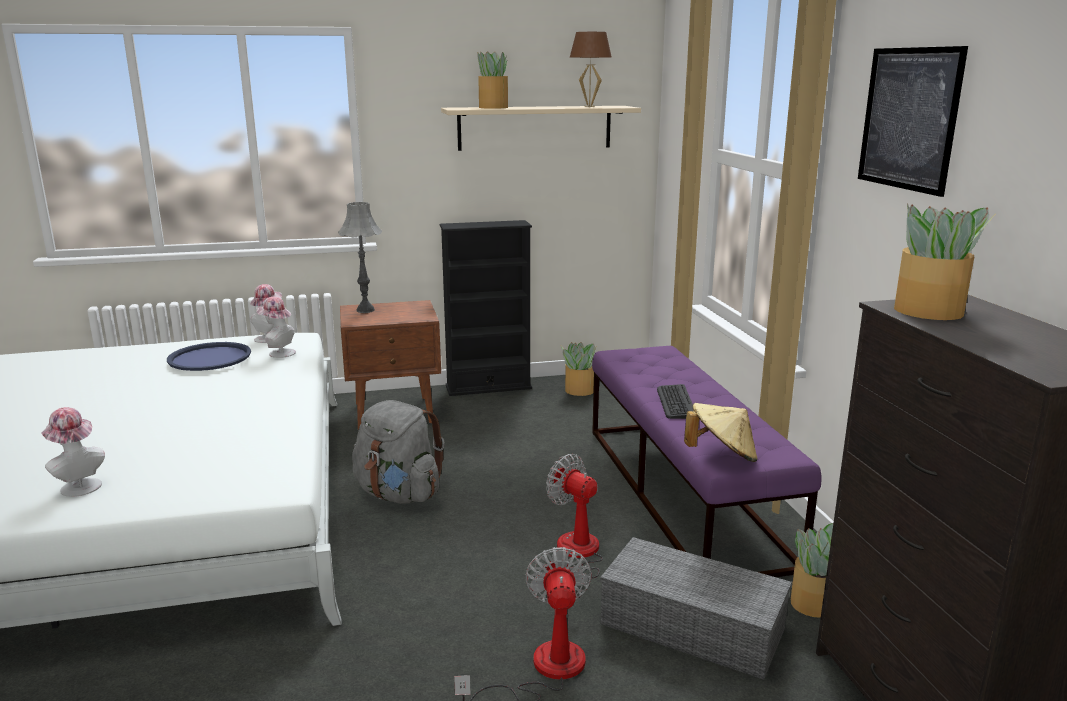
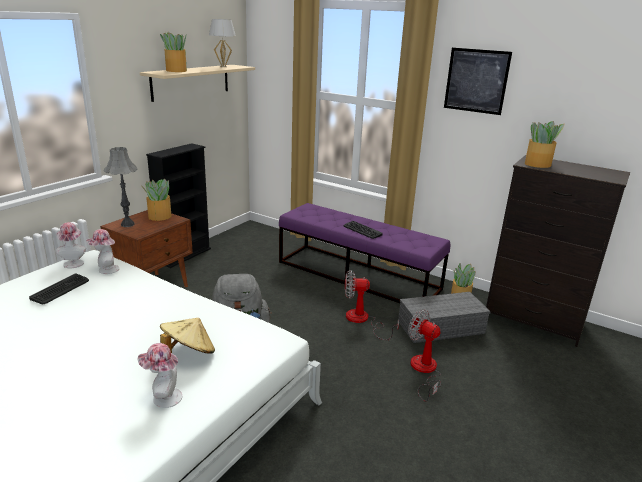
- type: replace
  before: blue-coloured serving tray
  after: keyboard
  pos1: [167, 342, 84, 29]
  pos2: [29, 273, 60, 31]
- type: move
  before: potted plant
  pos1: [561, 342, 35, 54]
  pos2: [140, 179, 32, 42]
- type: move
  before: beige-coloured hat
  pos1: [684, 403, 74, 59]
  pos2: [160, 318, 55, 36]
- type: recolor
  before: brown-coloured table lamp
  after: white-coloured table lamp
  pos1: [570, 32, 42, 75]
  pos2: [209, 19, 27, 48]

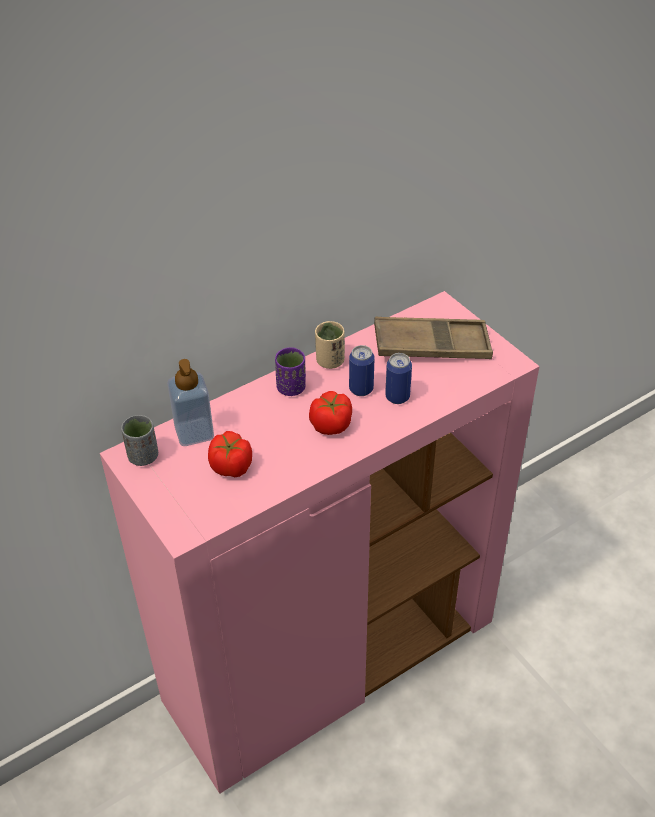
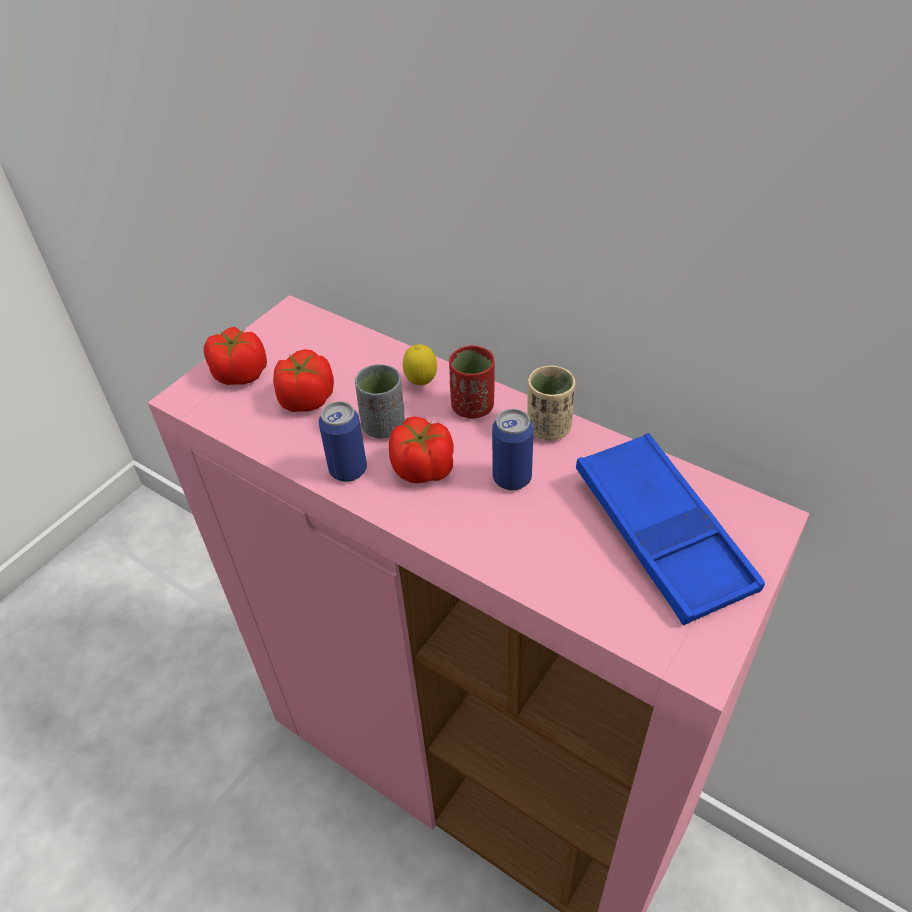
- type: insert
  after: tomato
  pos2: [204, 327, 63, 58]
- type: move
  before: can
  pos1: [385, 353, 27, 51]
  pos2: [319, 401, 48, 81]
- type: move
  before: greyish drinking cup
  pos1: [121, 415, 37, 51]
  pos2: [354, 364, 51, 74]
- type: insert
  after: citrus fruit
  pos2: [403, 344, 34, 41]
- type: recolor
  before: purple-coloured drinking cup
  after: reddish drinking cup
  pos1: [275, 347, 31, 49]
  pos2: [449, 345, 46, 74]
- type: recolor
  before: brown-coloured serving tray
  after: blue-coloured serving tray
  pos1: [374, 317, 119, 42]
  pos2: [576, 433, 189, 192]
- type: delete
  before: soap dispenser
  pos1: [167, 359, 47, 87]

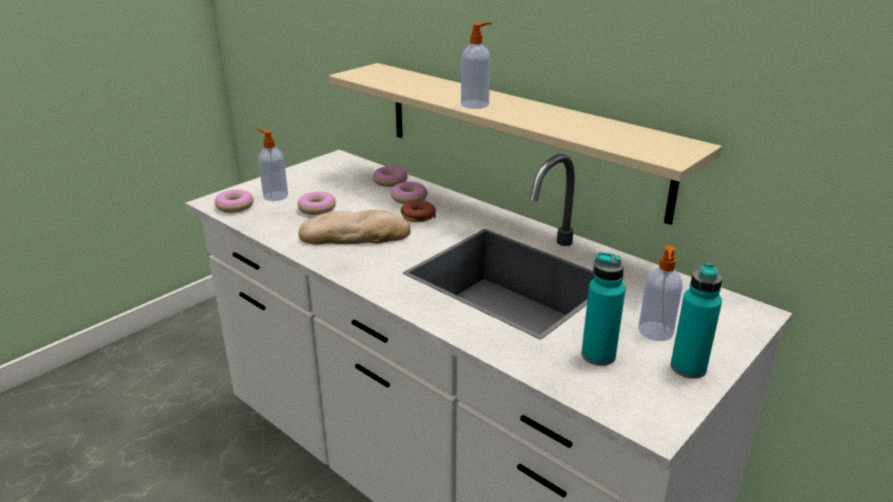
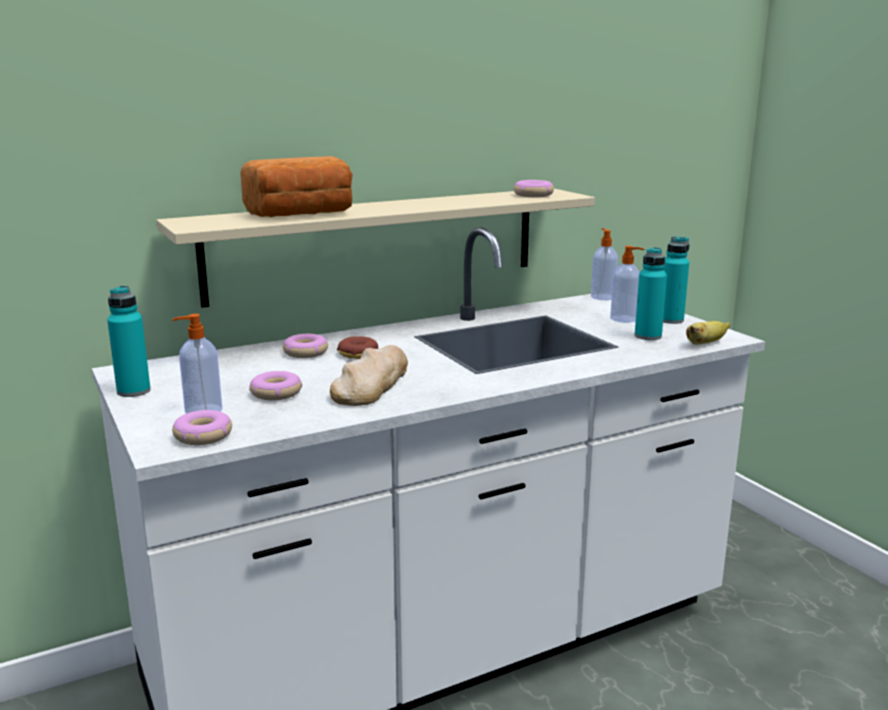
- type: insert
  after: turquoise bottle
  pos2: [107, 286, 44, 111]
- type: insert
  after: bakery bread
  pos2: [240, 156, 113, 61]
- type: move
  before: doughnut
  pos1: [373, 166, 35, 21]
  pos2: [514, 180, 40, 17]
- type: move
  before: soap dispenser
  pos1: [461, 22, 31, 87]
  pos2: [591, 228, 27, 72]
- type: insert
  after: banana
  pos2: [686, 321, 44, 24]

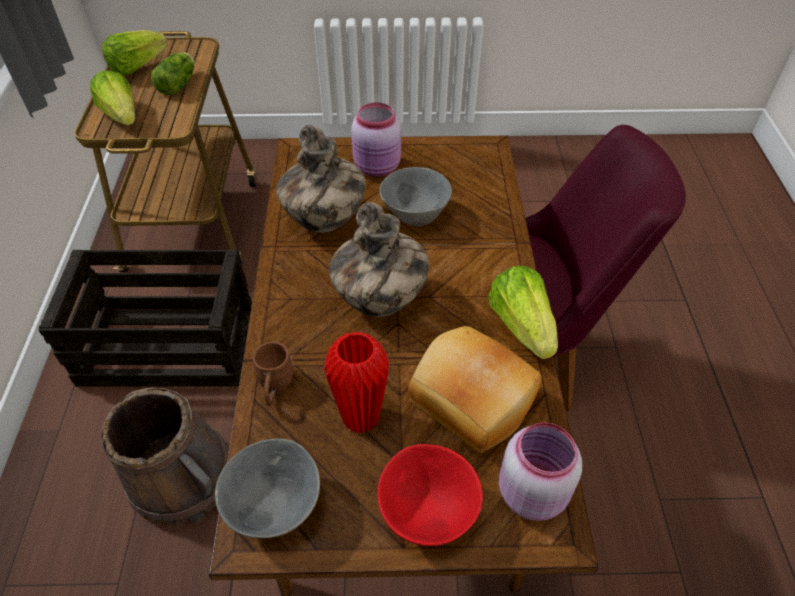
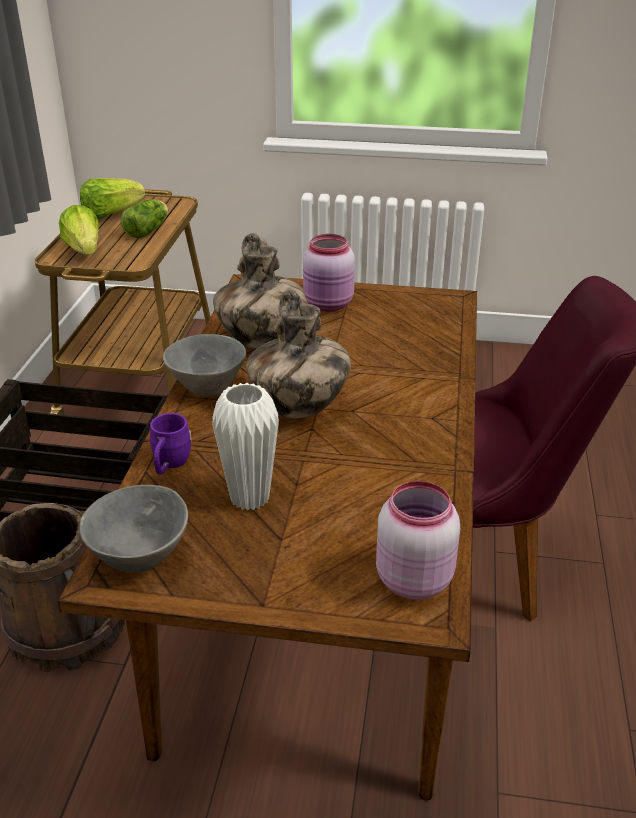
- type: recolor
  before: brown-coloured coffee mug
  after: purple-coloured coffee mug
  pos1: [253, 342, 41, 64]
  pos2: [150, 413, 42, 61]
- type: move
  before: greyish serving bowl
  pos1: [379, 167, 73, 59]
  pos2: [163, 334, 83, 63]
- type: recolor
  before: reddish flower vase
  after: white-coloured flower vase
  pos1: [324, 331, 65, 103]
  pos2: [212, 383, 67, 128]
- type: delete
  before: reddish serving bowl
  pos1: [377, 444, 106, 102]
- type: delete
  before: bakery bread
  pos1: [408, 326, 134, 127]
- type: delete
  before: lettuce head
  pos1: [488, 266, 70, 93]

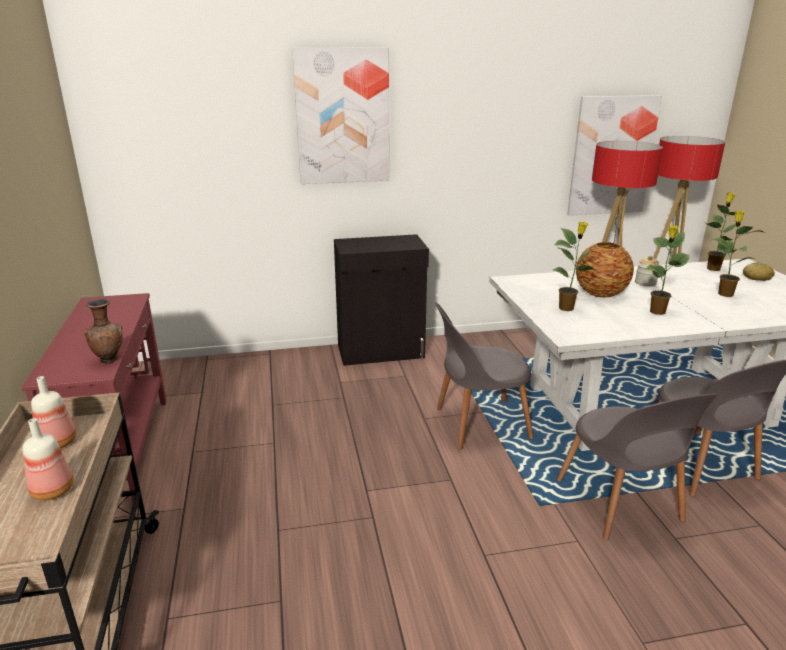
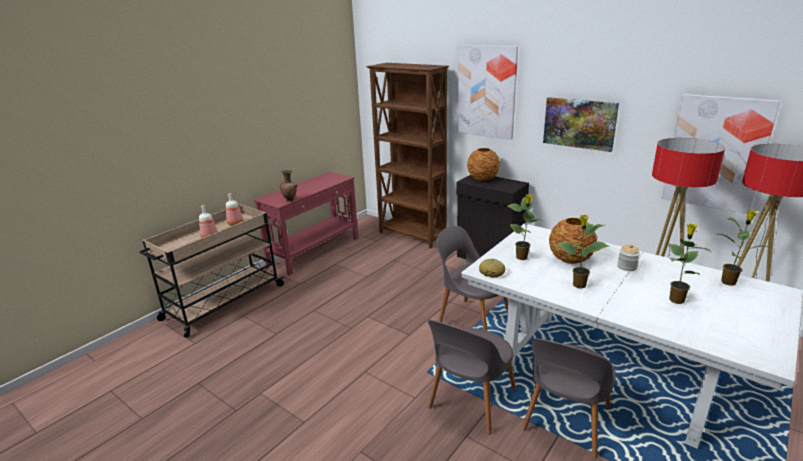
- type: insert
  after: brown-coloured shelving unit
  pos2: [366, 63, 83, 185]
- type: insert
  after: flower vase
  pos2: [467, 148, 33, 33]
- type: move
  before: bakery bread
  pos1: [743, 262, 32, 19]
  pos2: [479, 259, 26, 19]
- type: insert
  after: wall picture
  pos2: [543, 97, 76, 55]

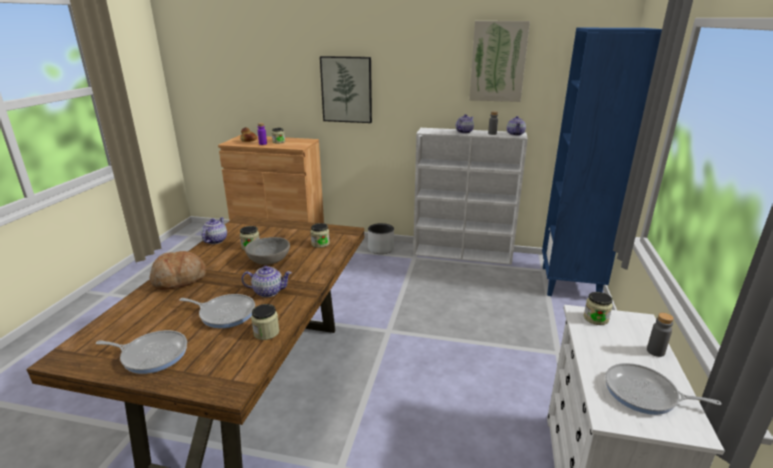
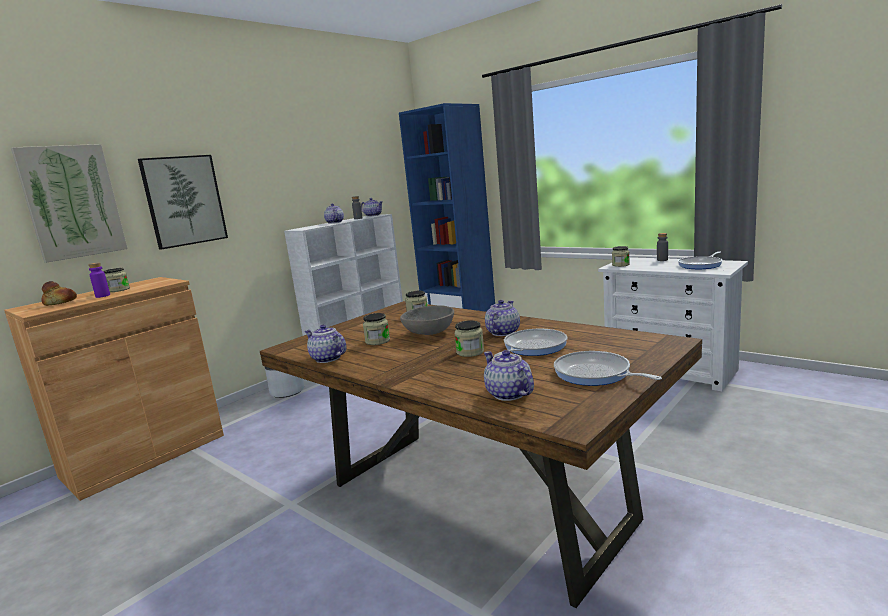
- type: move
  before: wall picture
  pos1: [469, 21, 61, 81]
  pos2: [11, 144, 117, 119]
- type: move
  before: preserve jar
  pos1: [251, 304, 28, 36]
  pos2: [454, 320, 30, 37]
- type: insert
  after: teapot
  pos2: [484, 350, 50, 51]
- type: rotate
  before: pan
  pos1: [96, 330, 91, 44]
  pos2: [554, 351, 108, 35]
  turn: -75
- type: delete
  before: bakery bread
  pos1: [150, 251, 56, 39]

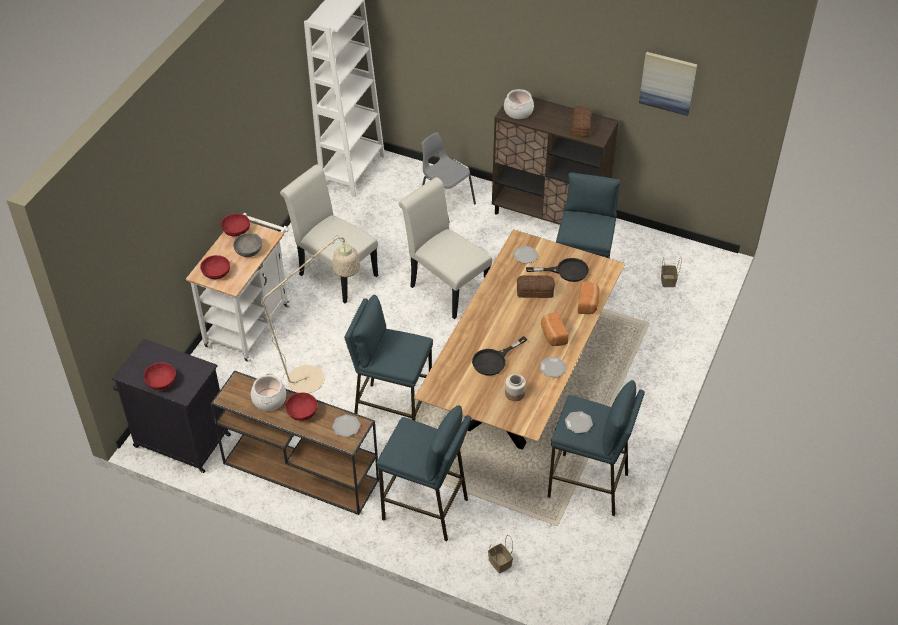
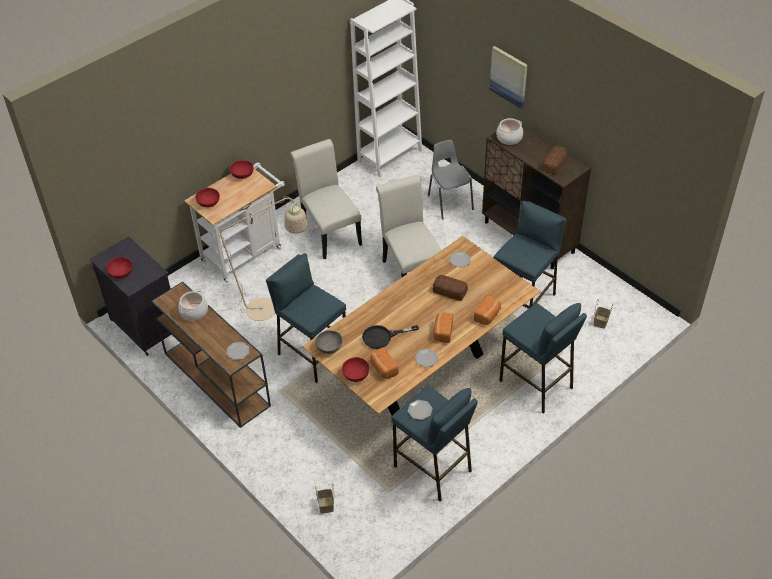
- type: move
  before: greyish serving bowl
  pos1: [233, 233, 29, 24]
  pos2: [315, 330, 27, 24]
- type: move
  before: reddish serving bowl
  pos1: [286, 393, 32, 28]
  pos2: [342, 357, 27, 25]
- type: replace
  before: preserve jar
  after: bakery bread
  pos1: [505, 374, 21, 27]
  pos2: [370, 347, 29, 32]
- type: move
  before: wall picture
  pos1: [639, 52, 58, 64]
  pos2: [490, 46, 38, 63]
- type: move
  before: blue-coloured sitting stool
  pos1: [377, 405, 94, 137]
  pos2: [499, 303, 88, 111]
- type: delete
  before: blackish pan
  pos1: [526, 258, 63, 24]

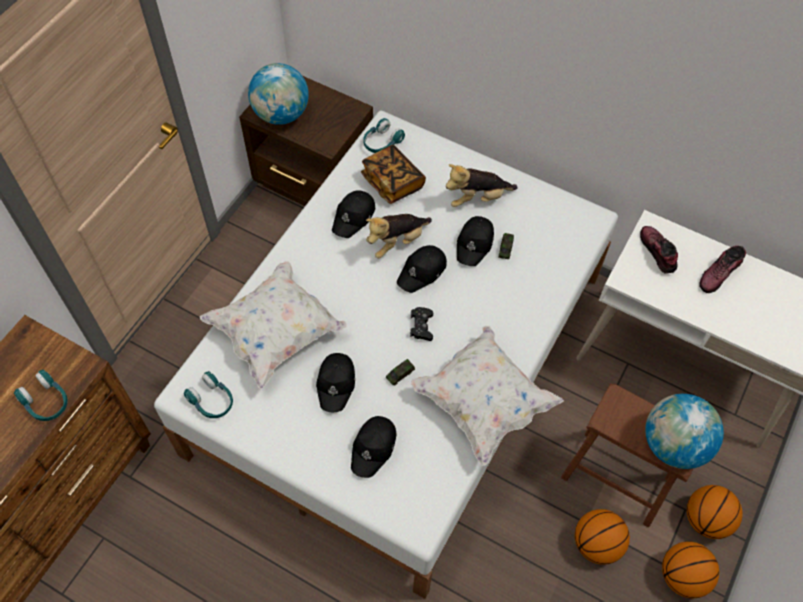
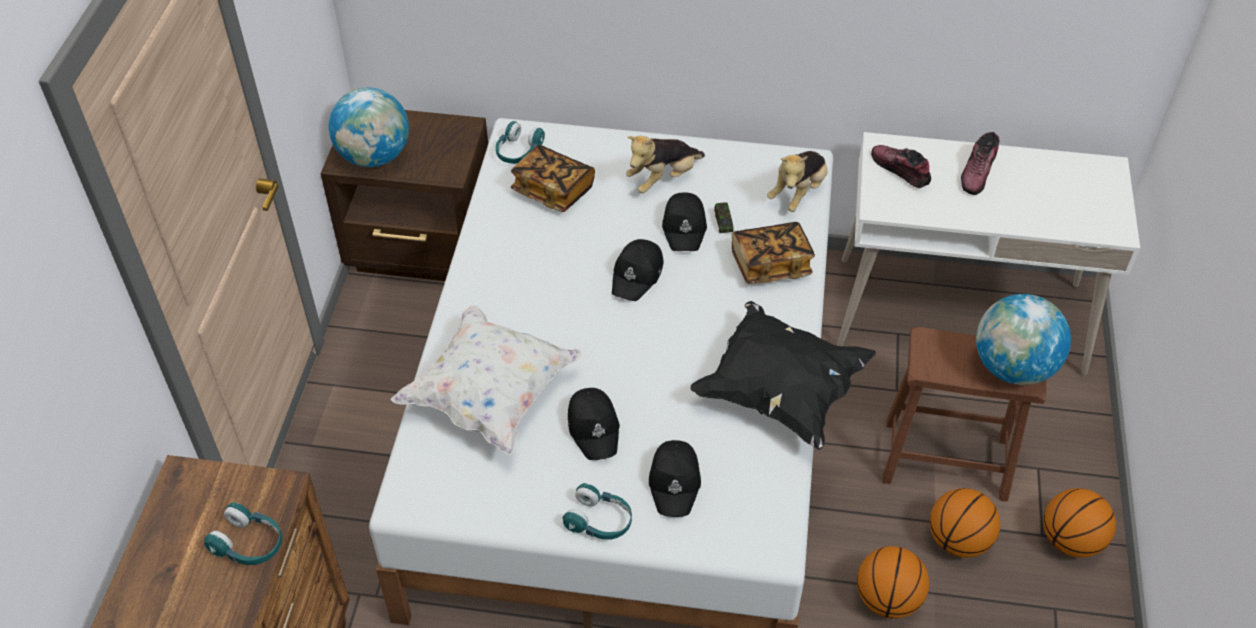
- type: move
  before: turquoise headset
  pos1: [184, 371, 49, 47]
  pos2: [563, 483, 69, 57]
- type: recolor
  before: white-coloured cushion
  after: blackish cushion
  pos1: [411, 326, 153, 140]
  pos2: [690, 301, 186, 149]
- type: insert
  after: bound book
  pos2: [732, 222, 83, 62]
- type: move
  before: cuddly toy
  pos1: [366, 214, 66, 44]
  pos2: [767, 151, 61, 61]
- type: move
  before: ball for basketball
  pos1: [687, 485, 56, 54]
  pos2: [857, 546, 72, 72]
- type: delete
  before: blackish baseball cap
  pos1: [332, 190, 43, 48]
- type: delete
  before: toy car
  pos1: [386, 359, 29, 26]
- type: delete
  before: blackish joypad
  pos1: [410, 307, 23, 34]

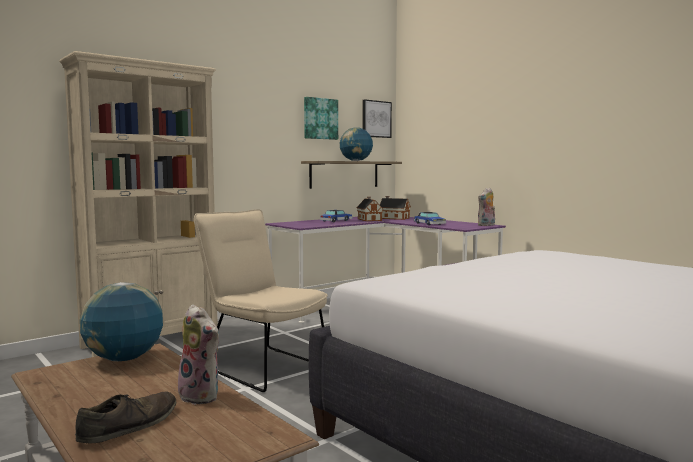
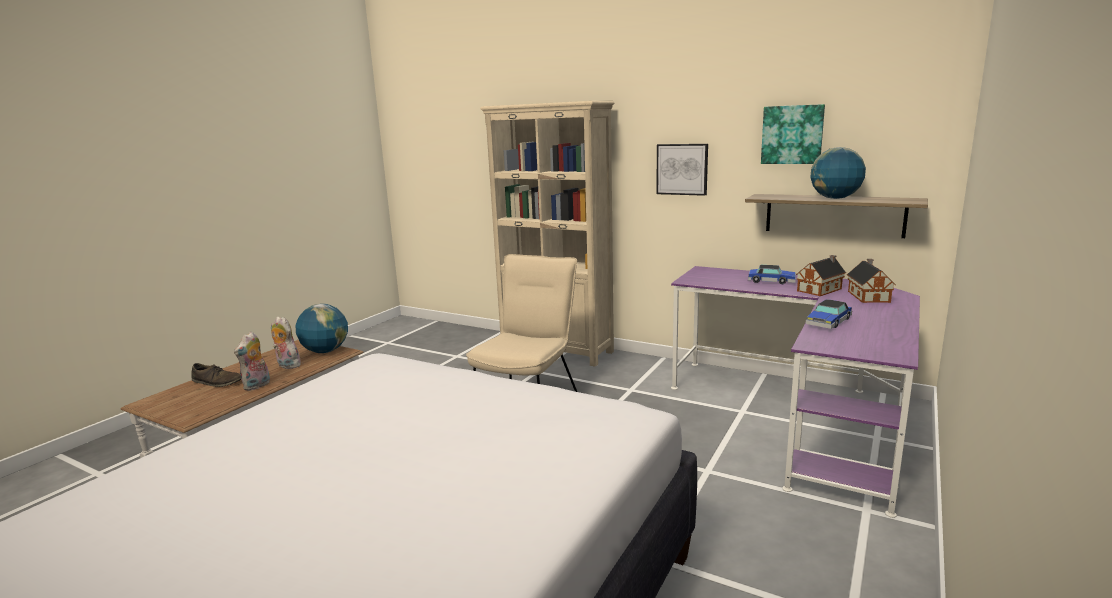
- type: move
  before: cuddly toy
  pos1: [478, 188, 17, 38]
  pos2: [271, 317, 30, 52]
- type: move
  before: wall picture
  pos1: [362, 99, 30, 39]
  pos2: [656, 144, 52, 52]

